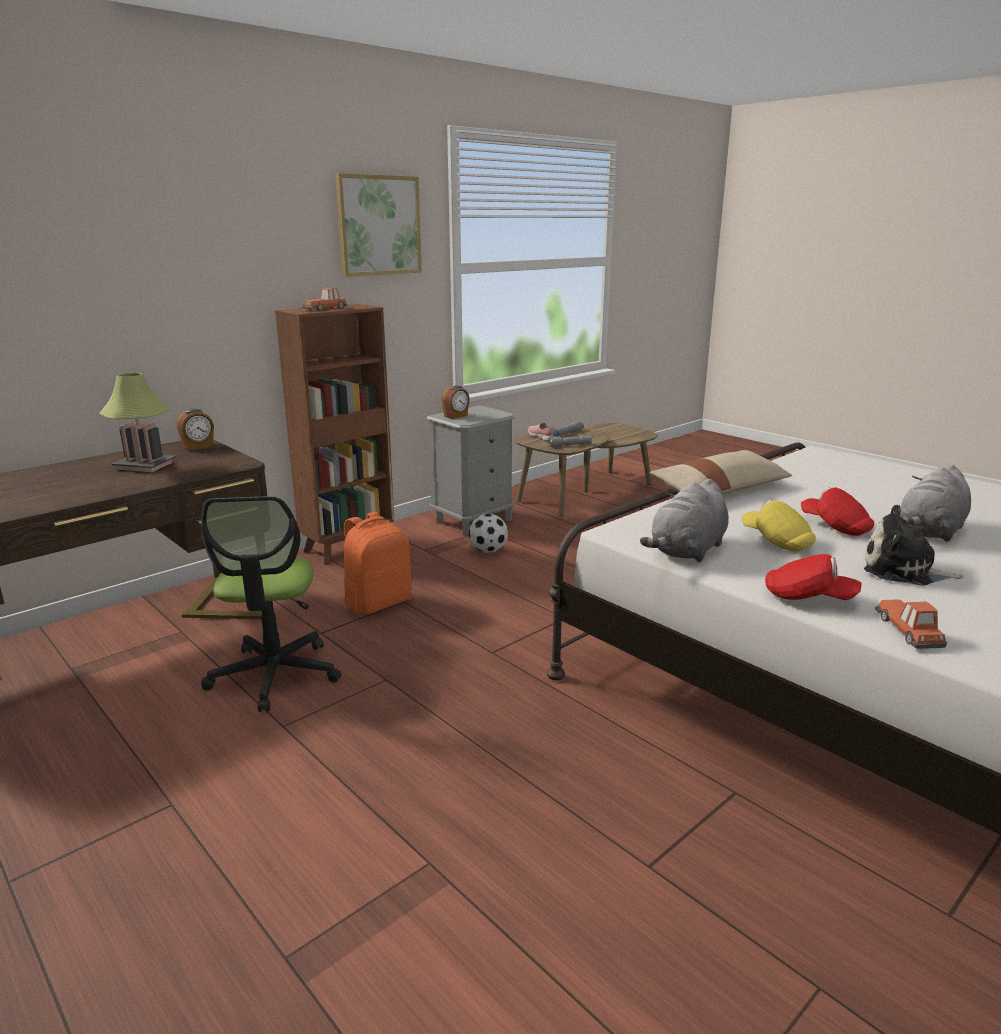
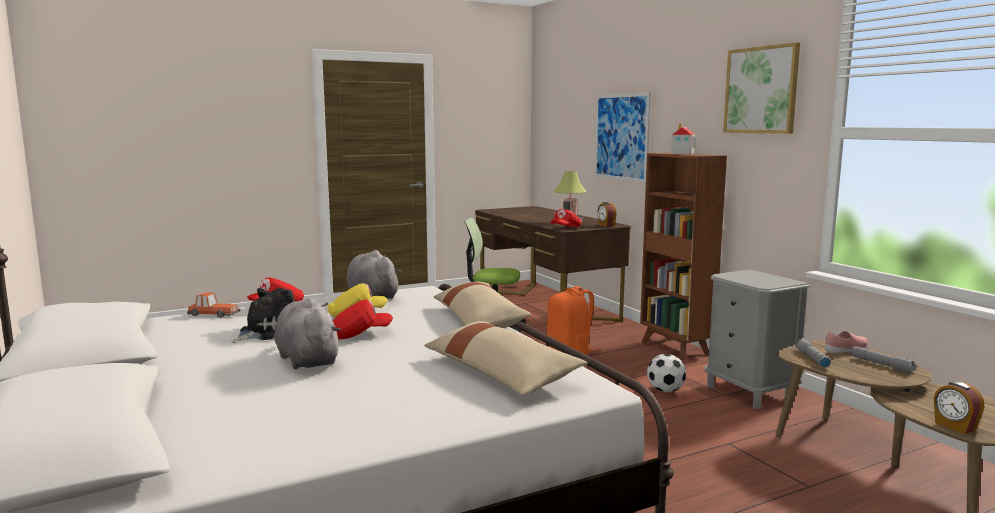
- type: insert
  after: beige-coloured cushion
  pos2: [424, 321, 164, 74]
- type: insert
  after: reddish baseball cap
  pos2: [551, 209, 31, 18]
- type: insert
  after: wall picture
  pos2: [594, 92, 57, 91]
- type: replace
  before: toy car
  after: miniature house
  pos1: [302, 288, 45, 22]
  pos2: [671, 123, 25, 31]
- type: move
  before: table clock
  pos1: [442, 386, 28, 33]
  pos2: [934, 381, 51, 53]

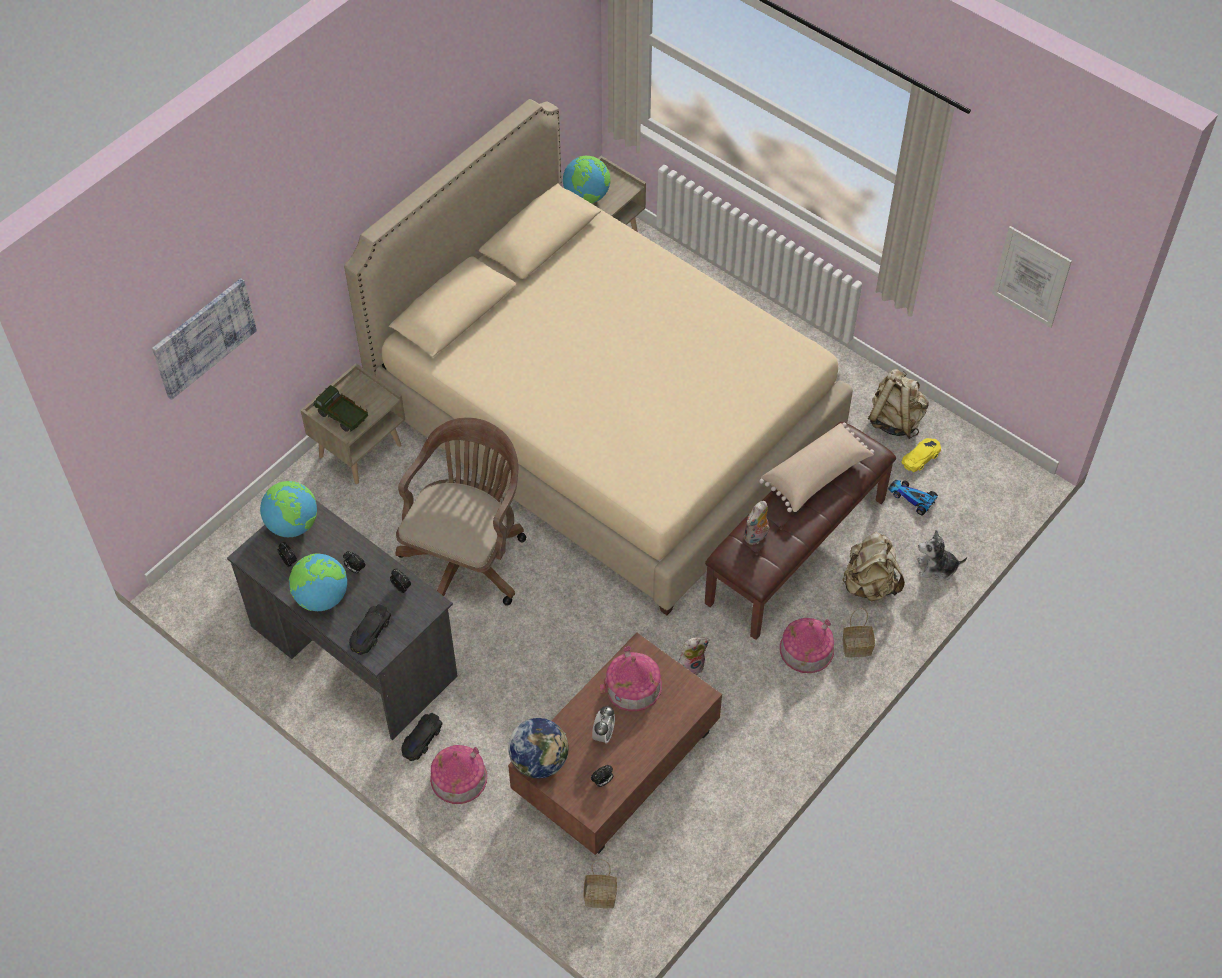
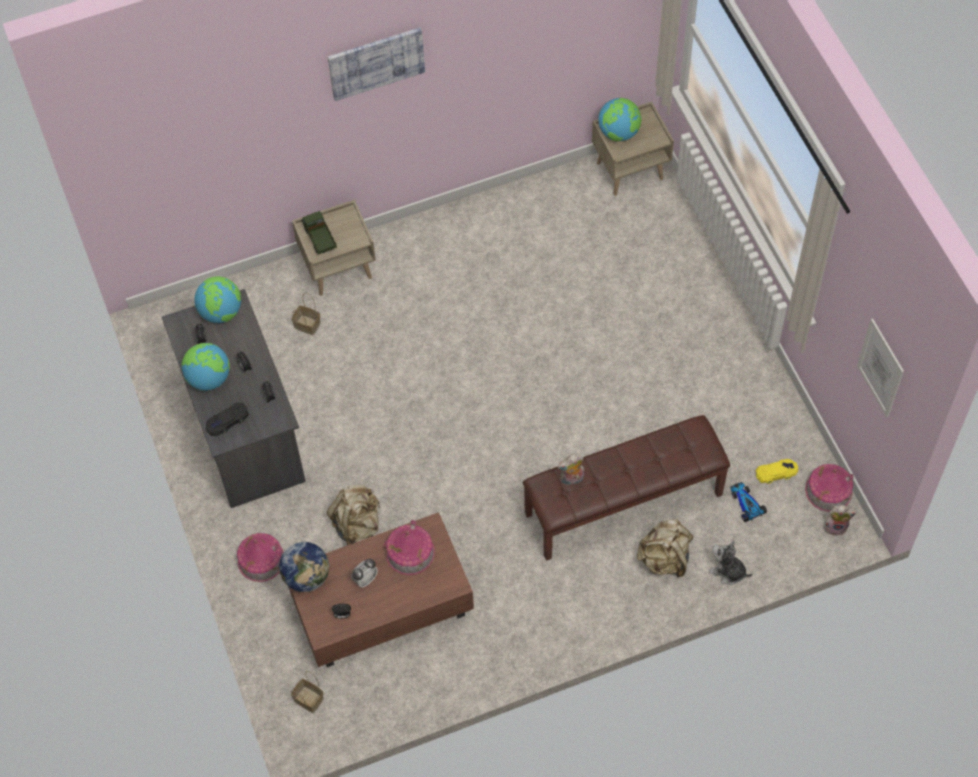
- type: move
  before: basket
  pos1: [843, 608, 32, 49]
  pos2: [292, 293, 28, 42]
- type: move
  before: beige-coloured backpack
  pos1: [868, 369, 61, 70]
  pos2: [327, 485, 53, 60]
- type: move
  before: wall picture
  pos1: [152, 278, 105, 122]
  pos2: [328, 27, 97, 74]
- type: move
  before: miniature house
  pos1: [780, 618, 54, 55]
  pos2: [805, 464, 49, 48]
- type: move
  before: cuddly toy
  pos1: [679, 637, 31, 38]
  pos2: [823, 505, 34, 31]
- type: delete
  before: beige-coloured sleeping bed
  pos1: [344, 99, 509, 516]
- type: delete
  before: brown-coloured desk chair
  pos1: [395, 418, 131, 188]
- type: delete
  before: blackish toy car
  pos1: [401, 713, 41, 48]
- type: delete
  before: beige-coloured cushion
  pos1: [759, 423, 115, 89]

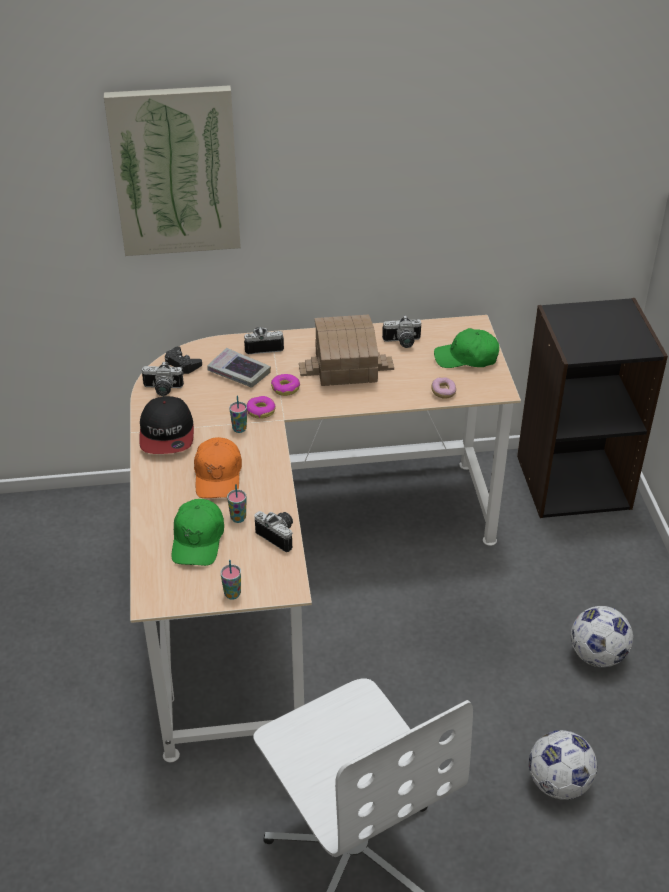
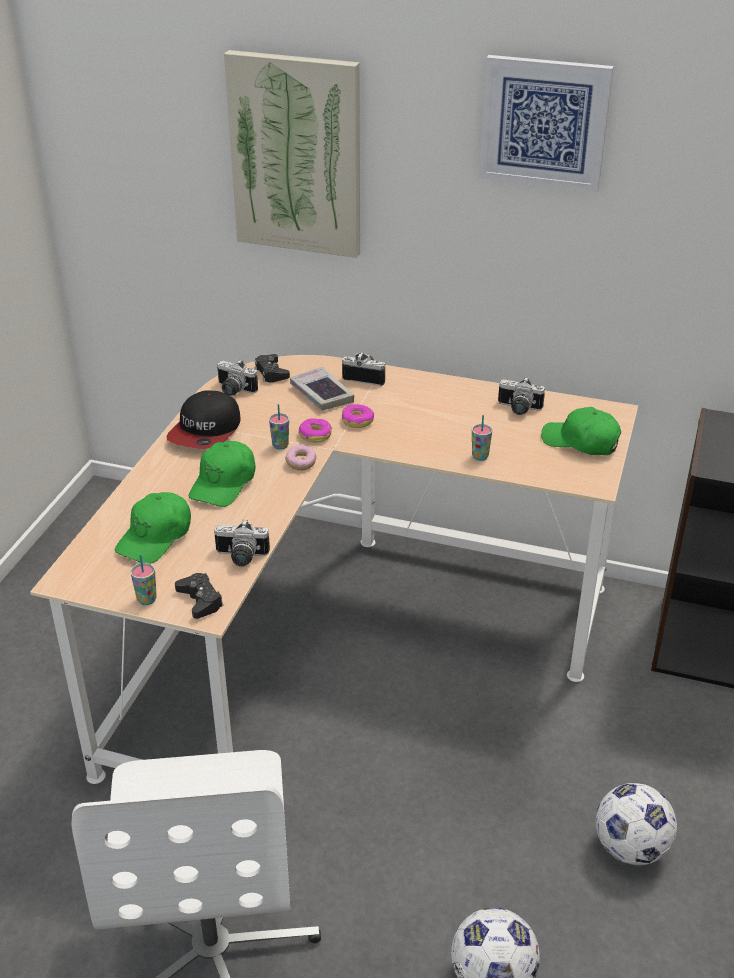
- type: insert
  after: blackish joypad
  pos2: [175, 573, 49, 46]
- type: recolor
  before: orange baseball cap
  after: green baseball cap
  pos1: [194, 437, 48, 61]
  pos2: [189, 441, 66, 66]
- type: rotate
  before: still camera
  pos1: [255, 511, 38, 41]
  pos2: [214, 519, 56, 48]
  turn: 120
- type: move
  before: doughnut
  pos1: [432, 377, 24, 21]
  pos2: [285, 445, 31, 25]
- type: move
  before: drinking cup
  pos1: [227, 484, 19, 39]
  pos2: [472, 415, 20, 46]
- type: insert
  after: wall picture
  pos2: [479, 55, 135, 137]
- type: delete
  before: miniature house
  pos1: [299, 315, 95, 71]

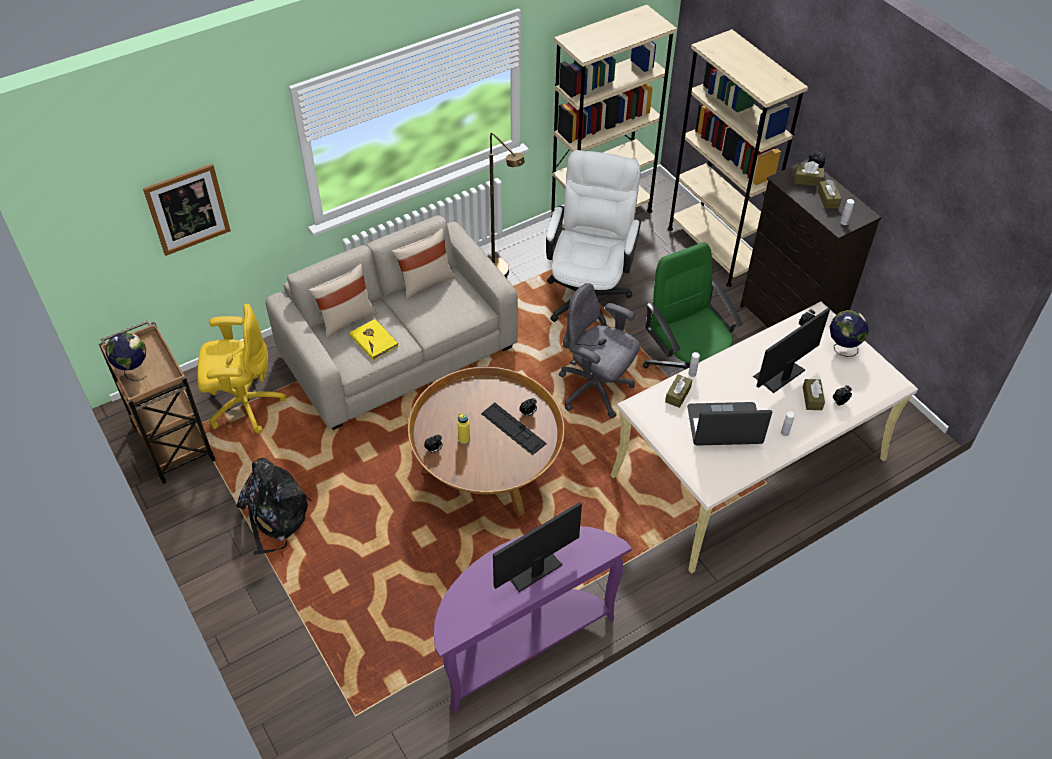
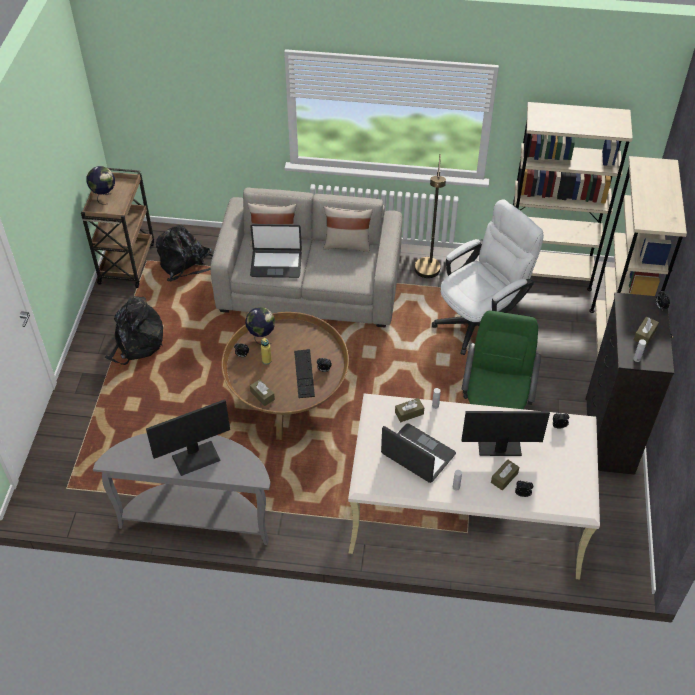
- type: recolor
  before: purple-coloured hall table
  after: greyish hall table
  pos1: [434, 526, 198, 188]
  pos2: [93, 433, 178, 112]
- type: rotate
  before: monitor
  pos1: [493, 502, 89, 90]
  pos2: [146, 399, 84, 77]
  turn: 150
- type: replace
  before: yellowish desk chair
  after: blackish backpack
  pos1: [197, 304, 89, 130]
  pos2: [156, 225, 57, 56]
- type: move
  before: desk globe
  pos1: [830, 310, 39, 47]
  pos2: [245, 307, 30, 38]
- type: replace
  before: yellowish bound book
  after: notebook computer
  pos1: [350, 319, 49, 41]
  pos2: [250, 224, 52, 54]
- type: move
  before: brown-coloured box of tissues
  pos1: [794, 161, 30, 25]
  pos2: [250, 379, 25, 27]
- type: delete
  before: wall picture
  pos1: [143, 164, 88, 92]
- type: delete
  before: greyish desk chair
  pos1: [559, 283, 81, 135]

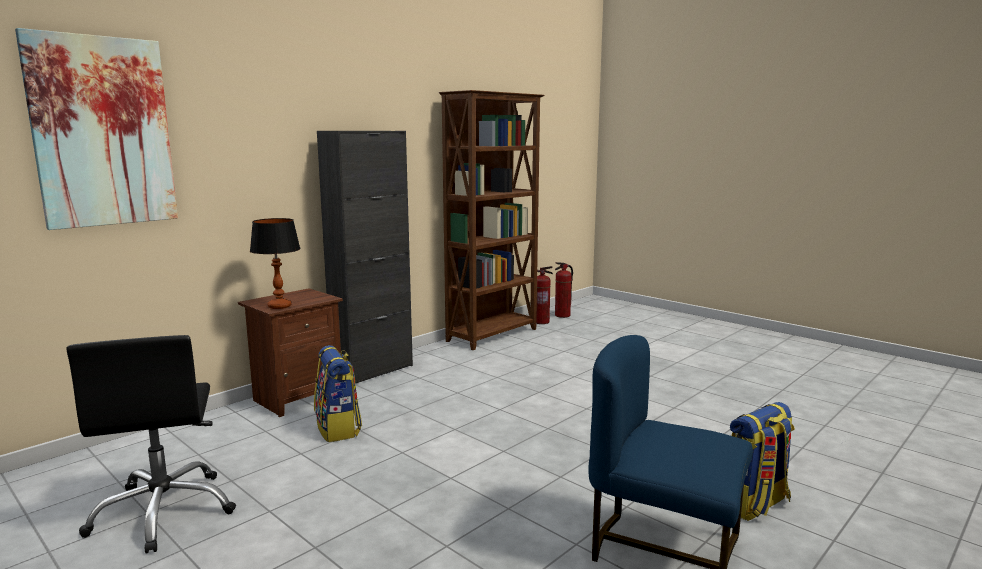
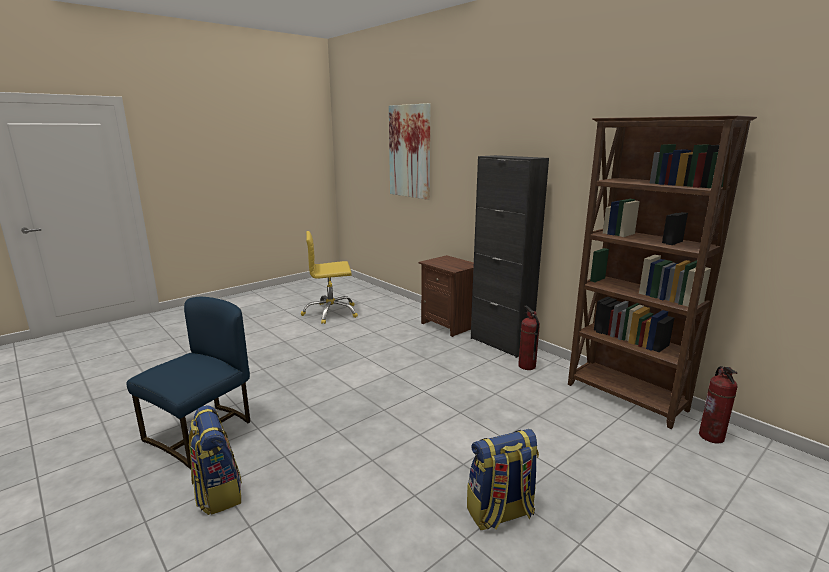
- type: recolor
  before: blackish desk chair
  after: yellowish desk chair
  pos1: [66, 335, 170, 219]
  pos2: [301, 231, 57, 93]
- type: move
  before: backpack
  pos1: [314, 345, 48, 97]
  pos2: [467, 429, 72, 101]
- type: move
  before: extinguisher
  pos1: [555, 262, 18, 56]
  pos2: [518, 306, 22, 64]
- type: delete
  before: table lamp
  pos1: [250, 218, 51, 91]

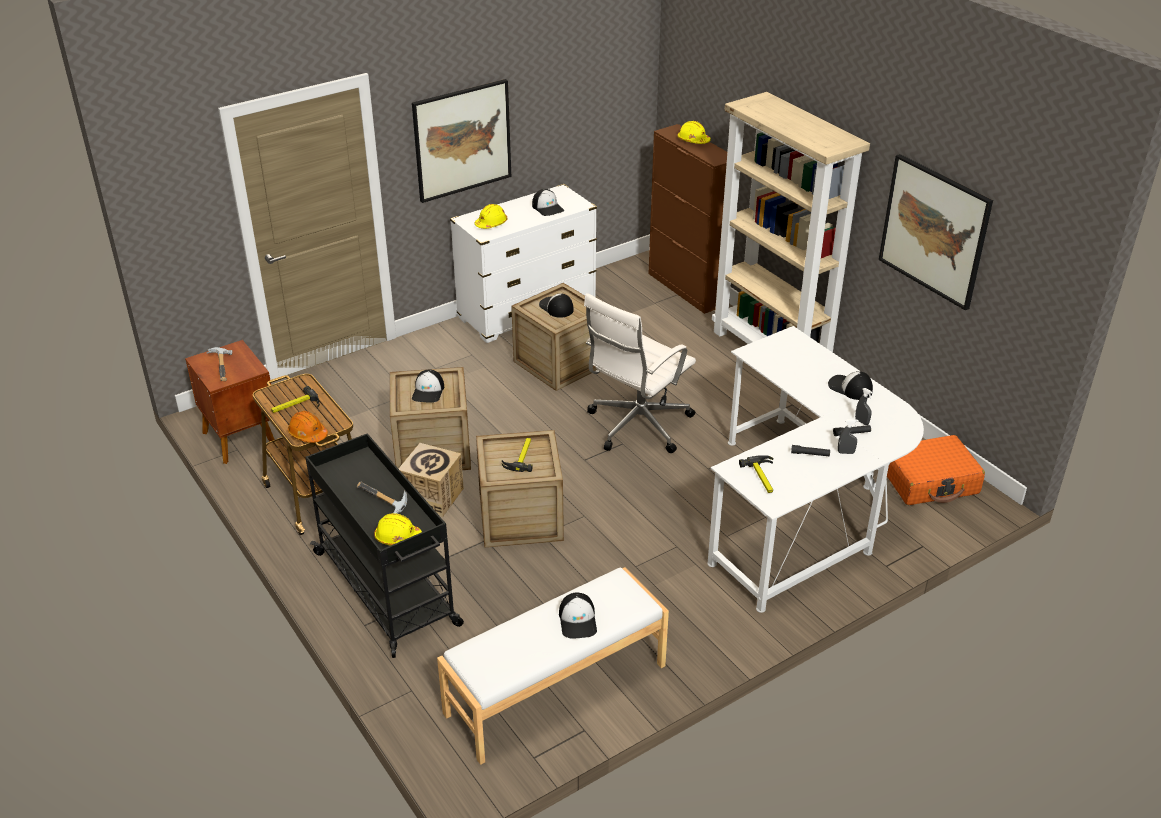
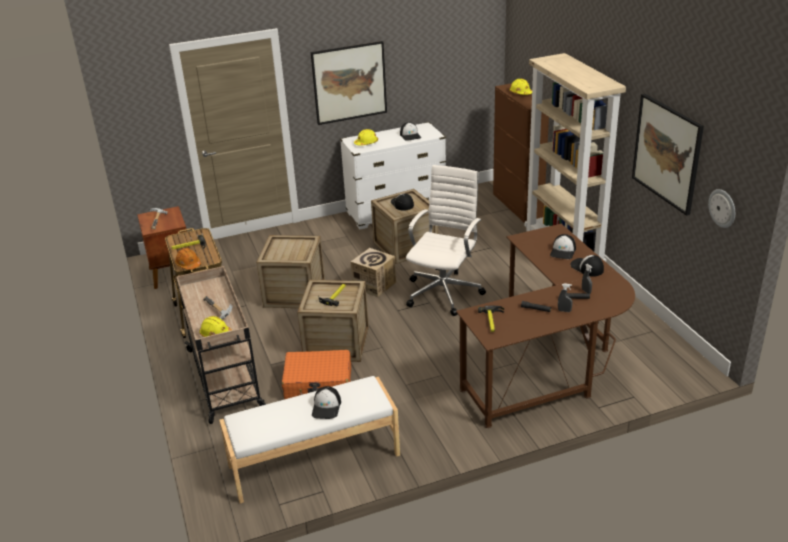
- type: recolor
  before: blackish wheeled cart
  after: beige-coloured wheeled cart
  pos1: [305, 433, 159, 225]
  pos2: [176, 266, 90, 158]
- type: move
  before: orange suitcase
  pos1: [887, 435, 98, 70]
  pos2: [282, 350, 69, 49]
- type: move
  before: carton
  pos1: [399, 443, 65, 74]
  pos2: [351, 248, 45, 49]
- type: rotate
  before: white-coloured desk chair
  pos1: [584, 293, 112, 160]
  pos2: [406, 165, 80, 151]
  turn: 150
- type: recolor
  before: white-coloured desk unit
  after: brown-coloured desk unit
  pos1: [707, 326, 217, 287]
  pos2: [456, 224, 179, 204]
- type: move
  before: baseball cap
  pos1: [412, 369, 32, 34]
  pos2: [550, 234, 26, 25]
- type: insert
  after: wall clock
  pos2: [708, 189, 27, 39]

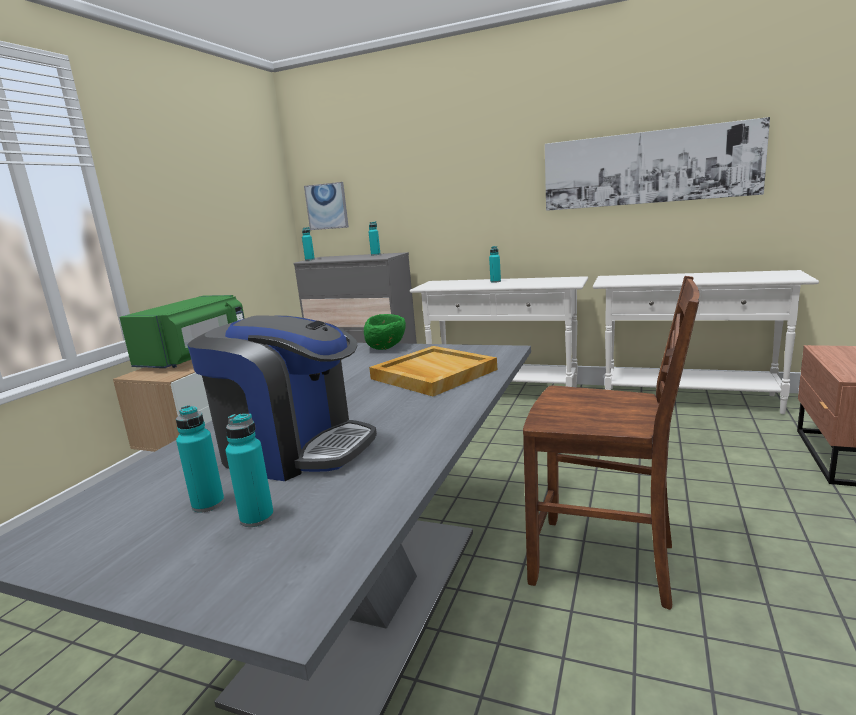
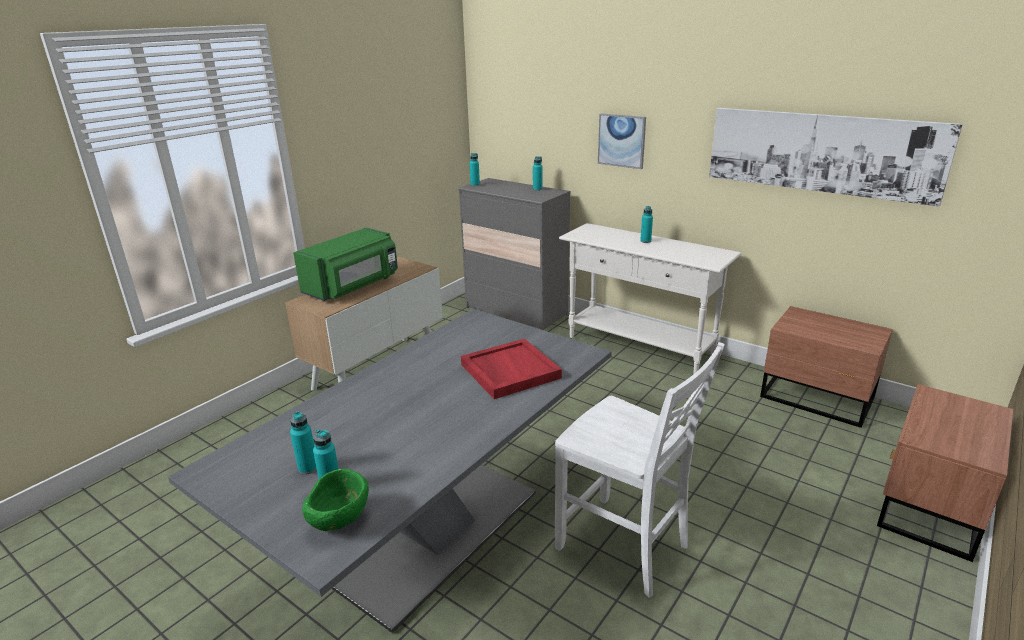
- type: move
  before: green serving bowl
  pos1: [364, 314, 42, 36]
  pos2: [302, 469, 67, 62]
- type: recolor
  before: beige-coloured serving tray
  after: reddish serving tray
  pos1: [369, 346, 128, 50]
  pos2: [461, 339, 101, 60]
- type: recolor
  before: brown-coloured plain chair
  after: white-coloured plain chair
  pos1: [523, 276, 177, 334]
  pos2: [555, 342, 170, 256]
- type: move
  before: wall picture
  pos1: [304, 182, 45, 48]
  pos2: [598, 113, 48, 56]
- type: replace
  before: white-coloured hall table
  after: brown-coloured night table
  pos1: [593, 270, 226, 144]
  pos2: [760, 306, 133, 122]
- type: delete
  before: coffee maker
  pos1: [187, 315, 190, 166]

